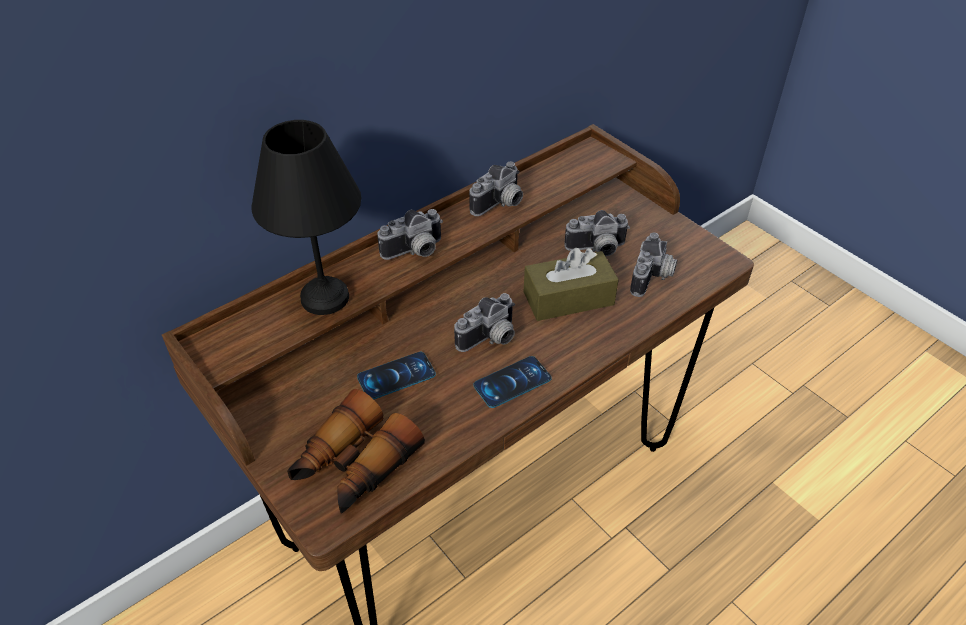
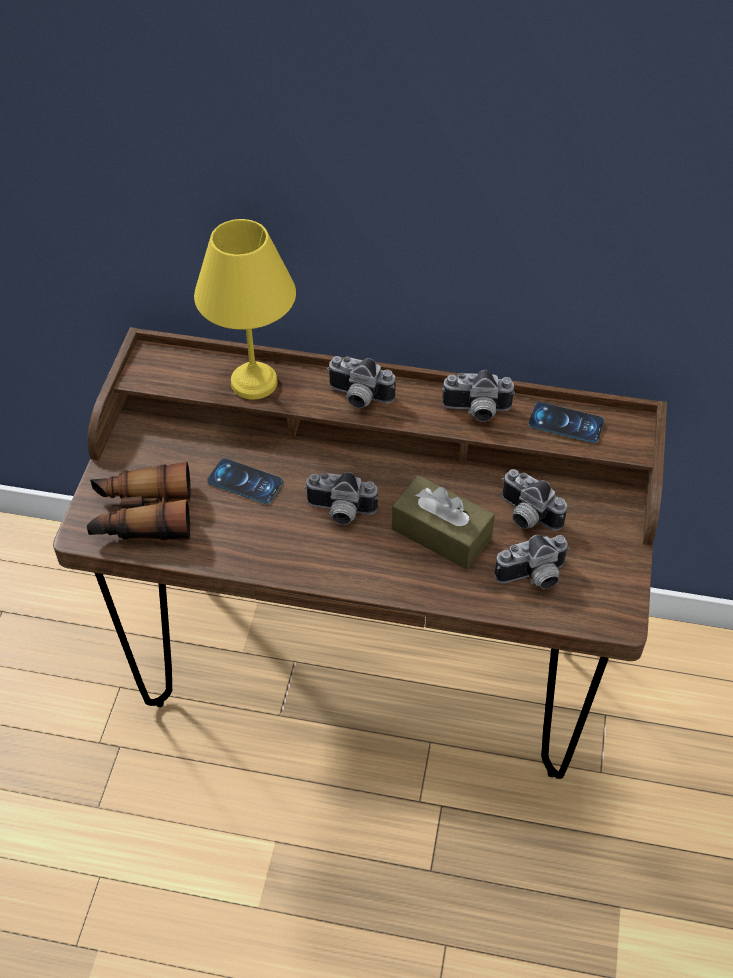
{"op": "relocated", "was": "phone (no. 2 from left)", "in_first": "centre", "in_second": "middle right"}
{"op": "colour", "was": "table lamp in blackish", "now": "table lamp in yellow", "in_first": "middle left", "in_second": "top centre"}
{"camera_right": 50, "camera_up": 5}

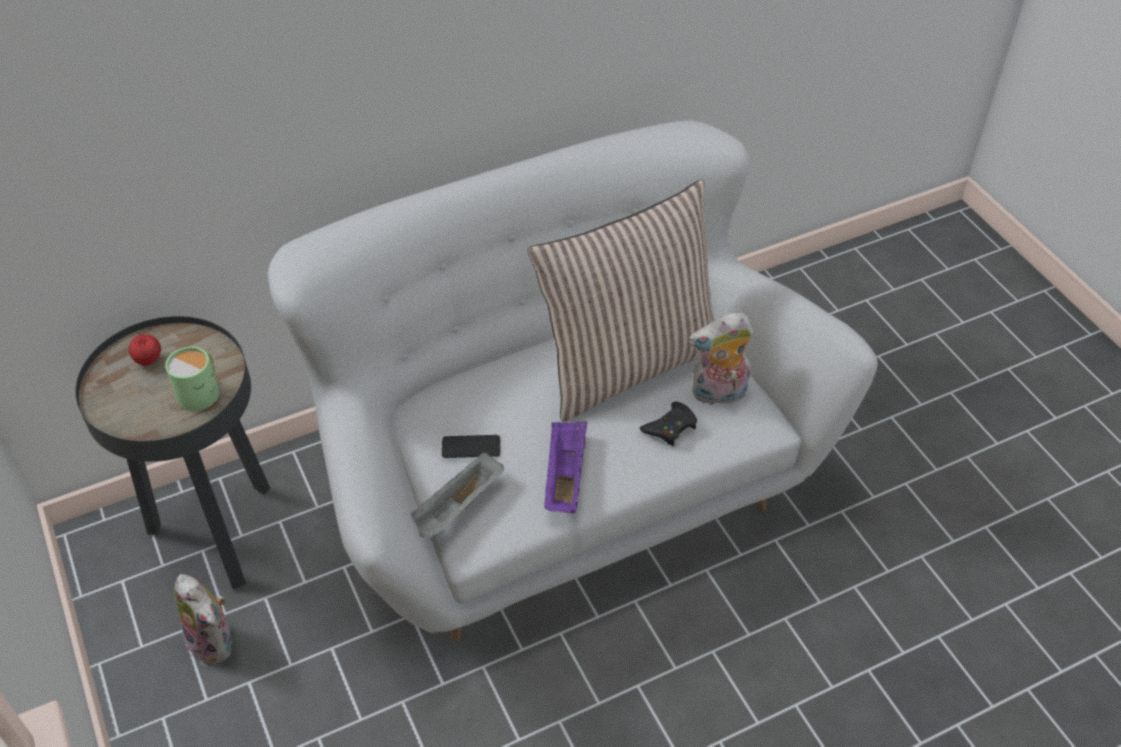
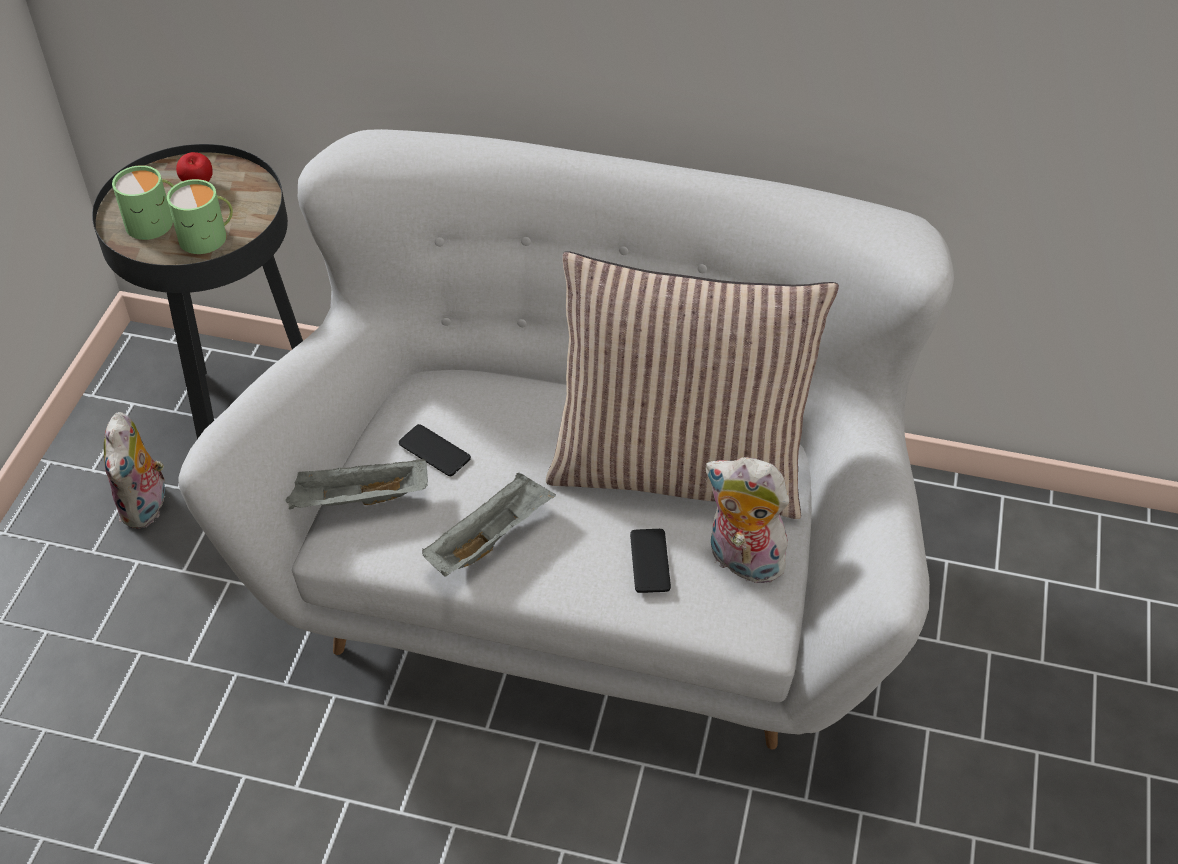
{"op": "appeared", "now": "coffee mug in greenish (no. 1 from left)", "in_second": "top left"}
{"op": "exchanged", "was": "gamepad in blackish", "now": "phone (no. 2 from left)", "in_first": "centre", "in_second": "centre"}
{"op": "colour", "was": "carrying tray in purple", "now": "carrying tray in gray (no. 2 from left)", "in_first": "centre", "in_second": "centre"}
{"camera_right": 40, "camera_up": 0}

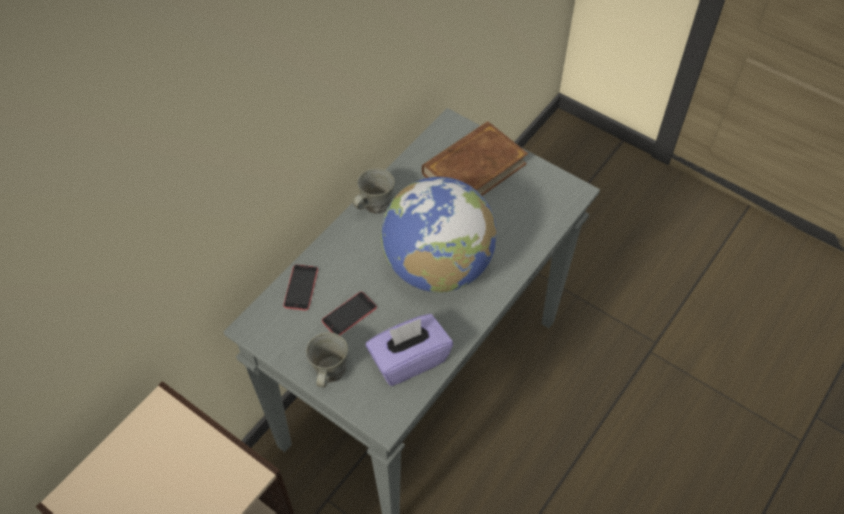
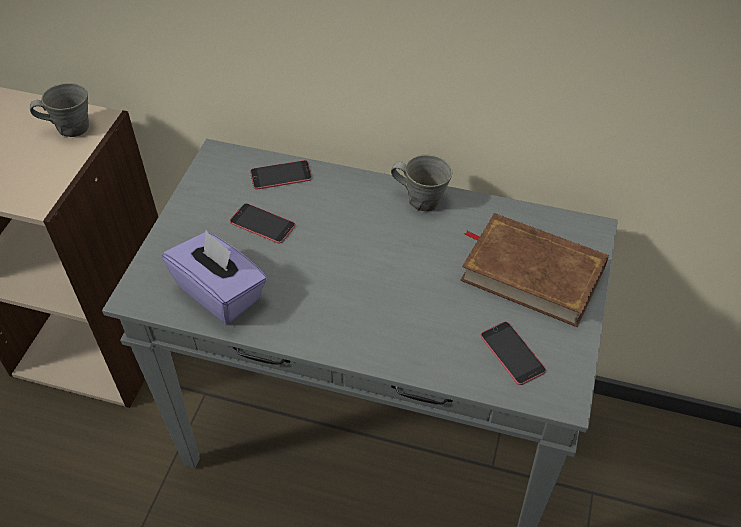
{"op": "missing", "was": "globe", "in_first": "centre"}
{"op": "appeared", "now": "phone (no. 3 from left)", "in_second": "bottom right"}
{"op": "relocated", "was": "coffee mug in gray (no. 1 from left)", "in_first": "bottom centre", "in_second": "top left"}
{"camera_right": 70, "camera_up": -5}

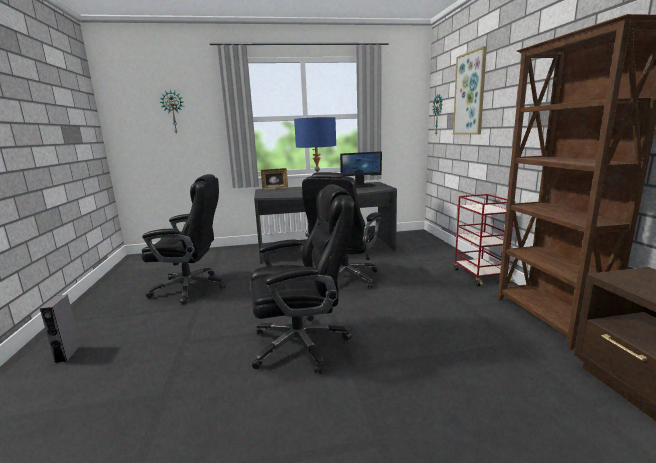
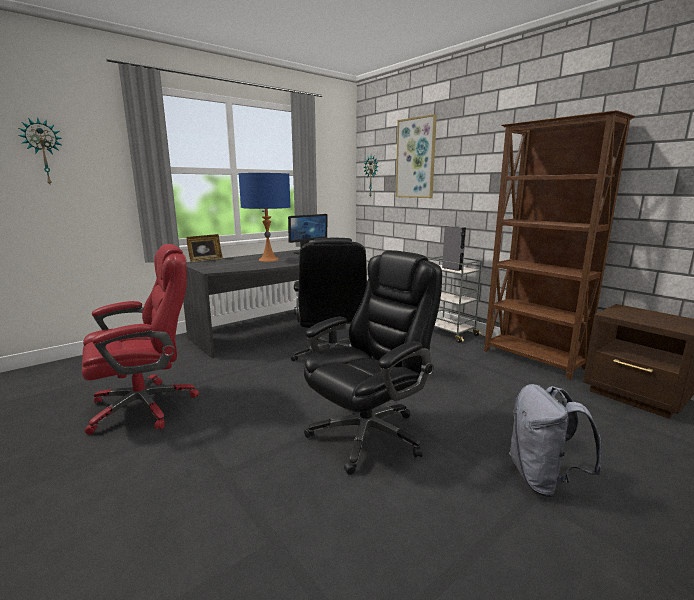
{"op": "appeared", "now": "knapsack in gray", "in_second": "bottom right"}
{"op": "relocated", "was": "speaker in gray", "in_first": "bottom left", "in_second": "centre"}
{"op": "colour", "was": "office chair in blackish (no. 1 from left)", "now": "office chair in red", "in_first": "middle left", "in_second": "middle left"}
{"op": "colour", "was": "wheeled cart in red", "now": "wheeled cart in gray", "in_first": "middle right", "in_second": "centre"}
{"camera_right": -30, "camera_up": 0}

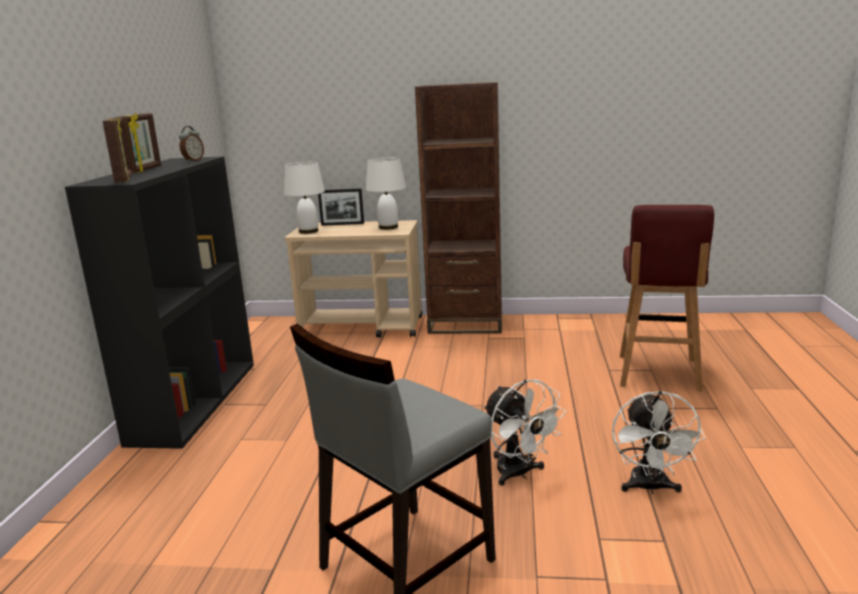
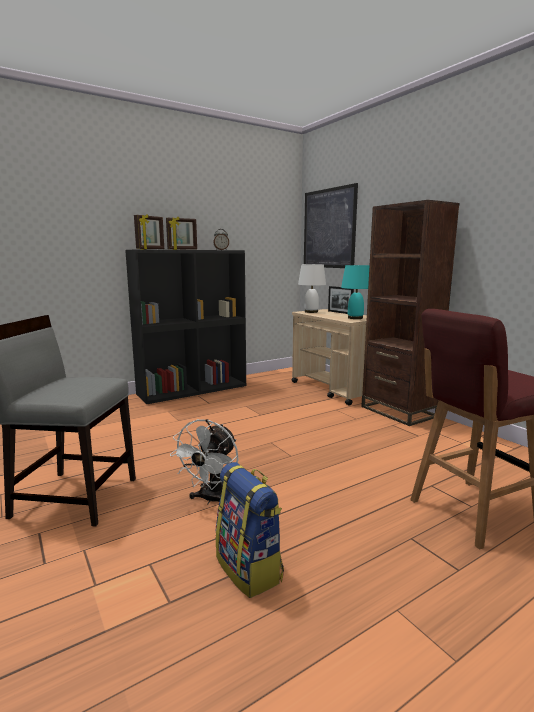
{"op": "appeared", "now": "picture", "in_second": "top centre"}
{"op": "exchanged", "was": "cooling fan in white (no. 2 from left)", "now": "knapsack", "in_first": "bottom right", "in_second": "bottom centre"}
{"op": "colour", "was": "table lamp in white (no. 2 from left)", "now": "table lamp in turquoise-coloured", "in_first": "top centre", "in_second": "centre"}
{"camera_right": 50, "camera_up": -5}

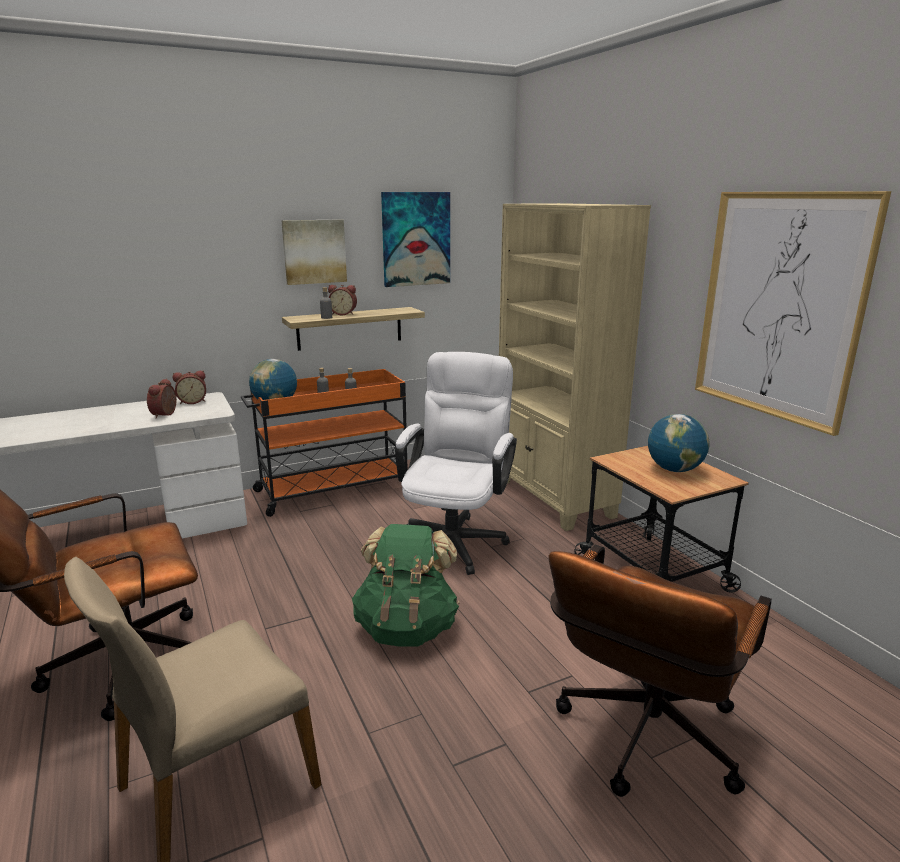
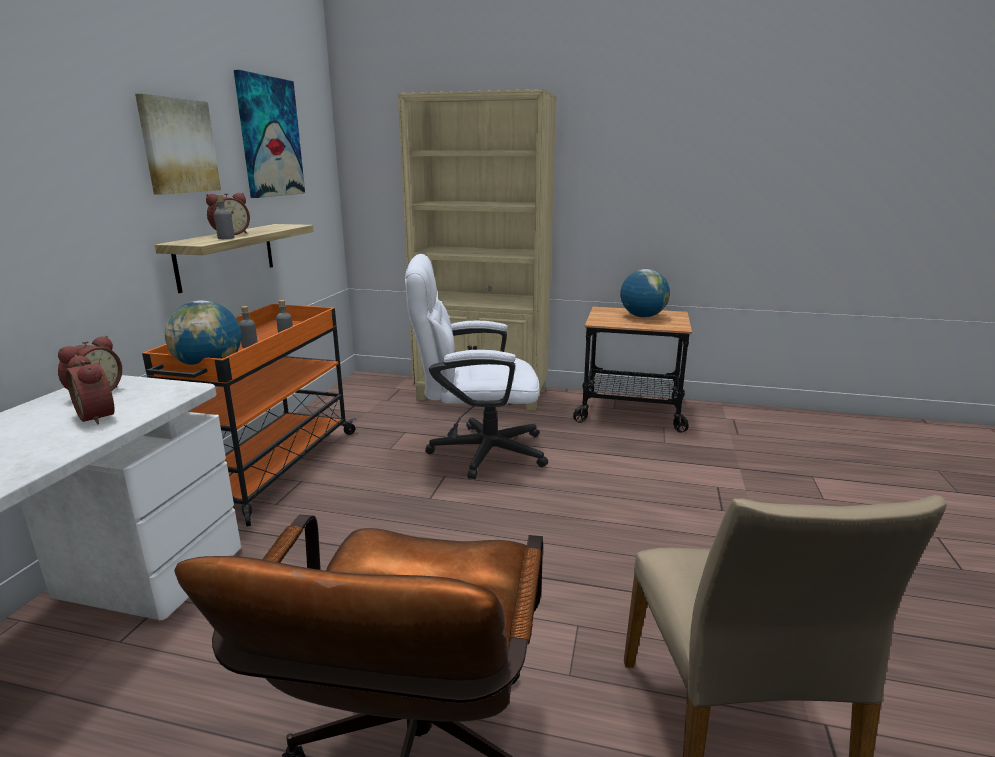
{"op": "missing", "was": "knapsack in greenish", "in_first": "bottom centre"}
{"op": "missing", "was": "office chair in brown (no. 2 from left)", "in_first": "bottom right"}
{"op": "missing", "was": "picture (no. 3 from left)", "in_first": "middle right"}
{"op": "spun", "was": "office chair in white", "in_first": "centre", "in_second": "centre", "clockwise": -60}
{"camera_right": -50, "camera_up": 0}

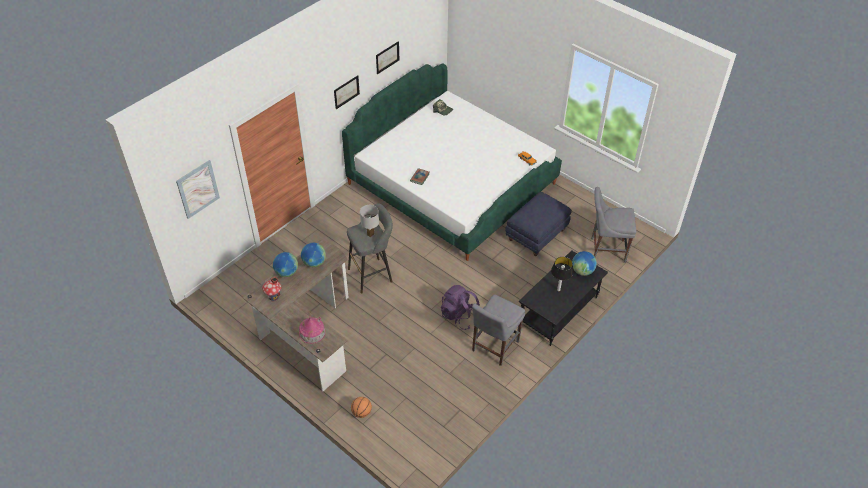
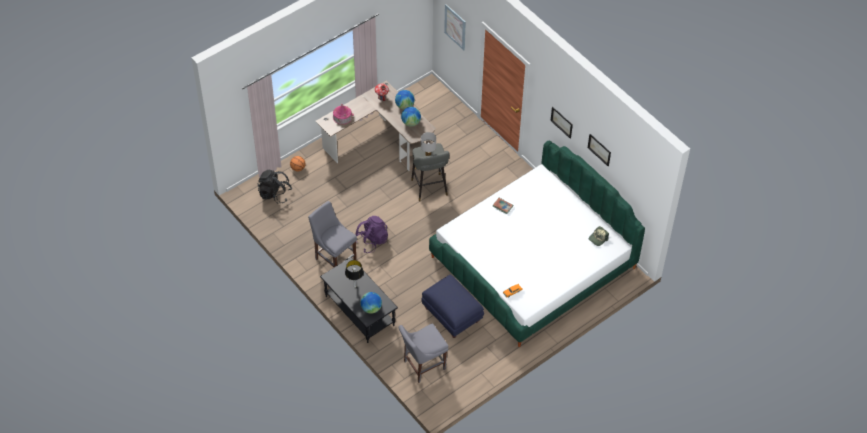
{"op": "appeared", "now": "knapsack in blackish", "in_second": "middle left"}
{"op": "spun", "was": "plain chair in gray (no. 2 from left)", "in_first": "middle right", "in_second": "bottom centre", "clockwise": -135}
{"camera_right": 100, "camera_up": 5}

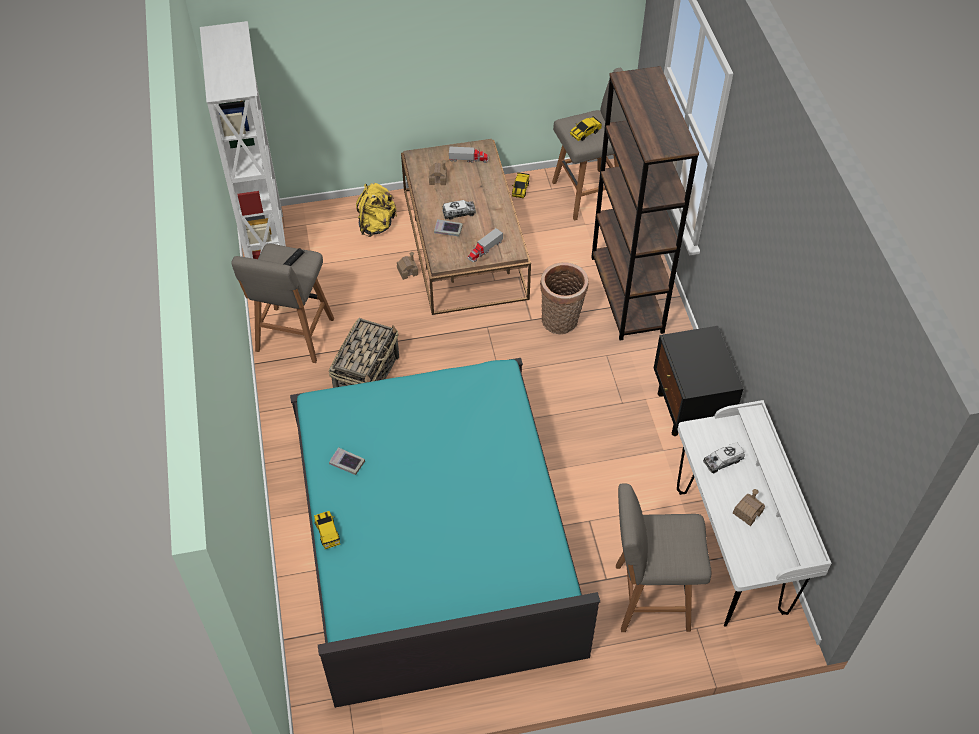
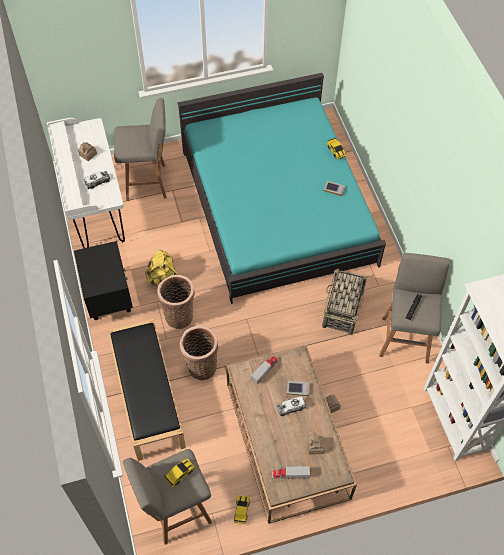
{"op": "appeared", "now": "basket (no. 1 from left)", "in_second": "centre"}
{"op": "relocated", "was": "knapsack in yellow", "in_first": "top centre", "in_second": "middle left"}
{"op": "exchanged", "was": "shelving unit in brown", "now": "long seat in blackish", "in_first": "top centre", "in_second": "bottom left"}
{"camera_right": 175, "camera_up": 5}

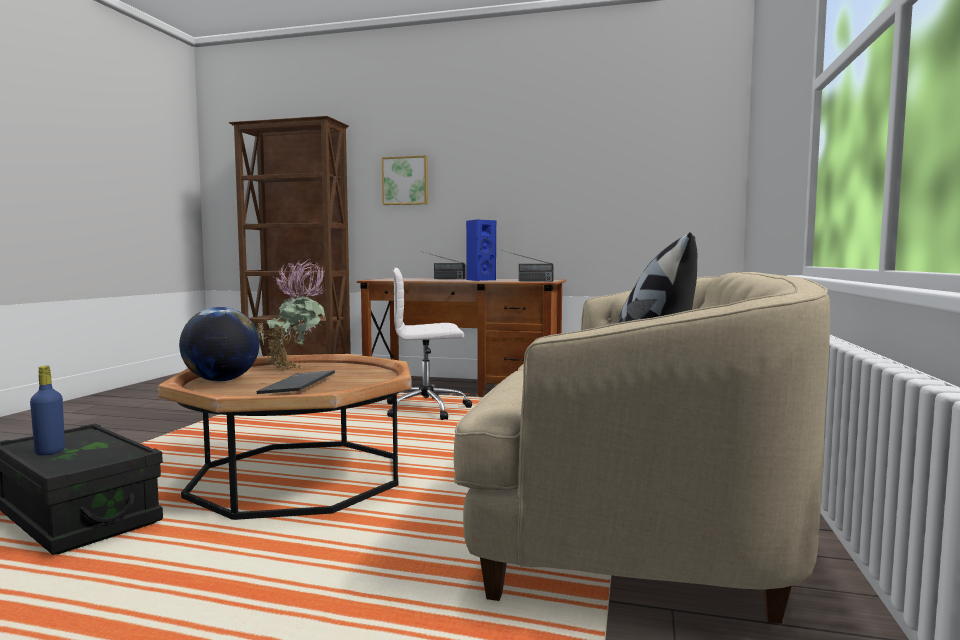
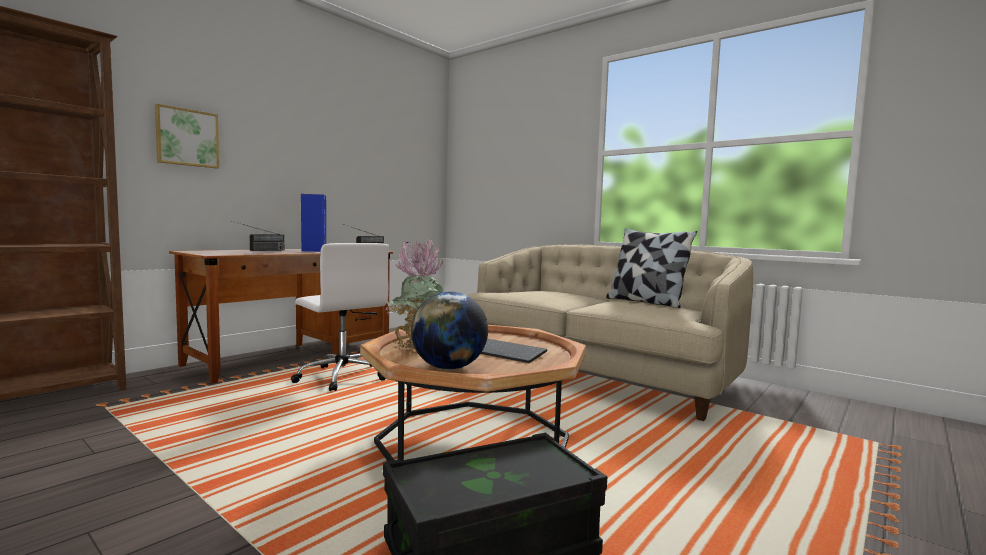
{"op": "missing", "was": "drink bottle in blue-coloured", "in_first": "middle left"}
{"op": "spun", "was": "office chair in white", "in_first": "centre", "in_second": "centre", "clockwise": -60}
{"camera_right": -65, "camera_up": 0}

